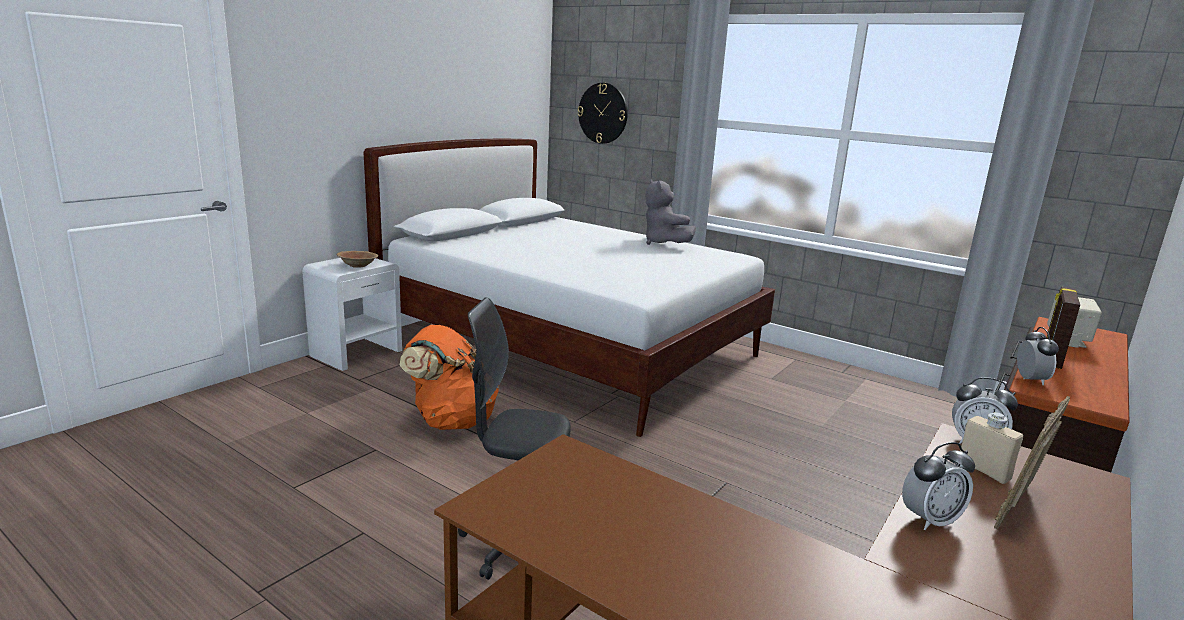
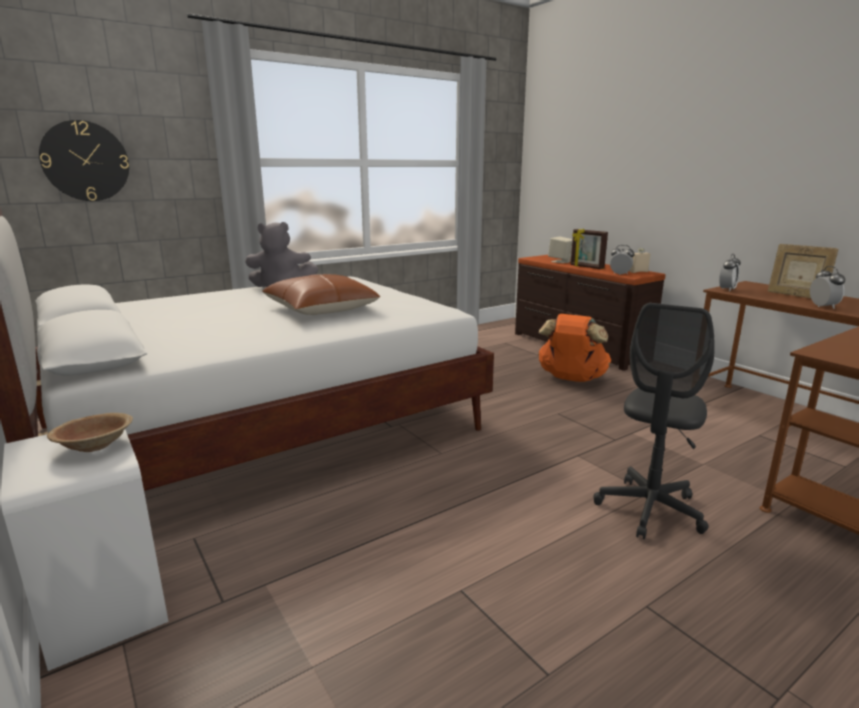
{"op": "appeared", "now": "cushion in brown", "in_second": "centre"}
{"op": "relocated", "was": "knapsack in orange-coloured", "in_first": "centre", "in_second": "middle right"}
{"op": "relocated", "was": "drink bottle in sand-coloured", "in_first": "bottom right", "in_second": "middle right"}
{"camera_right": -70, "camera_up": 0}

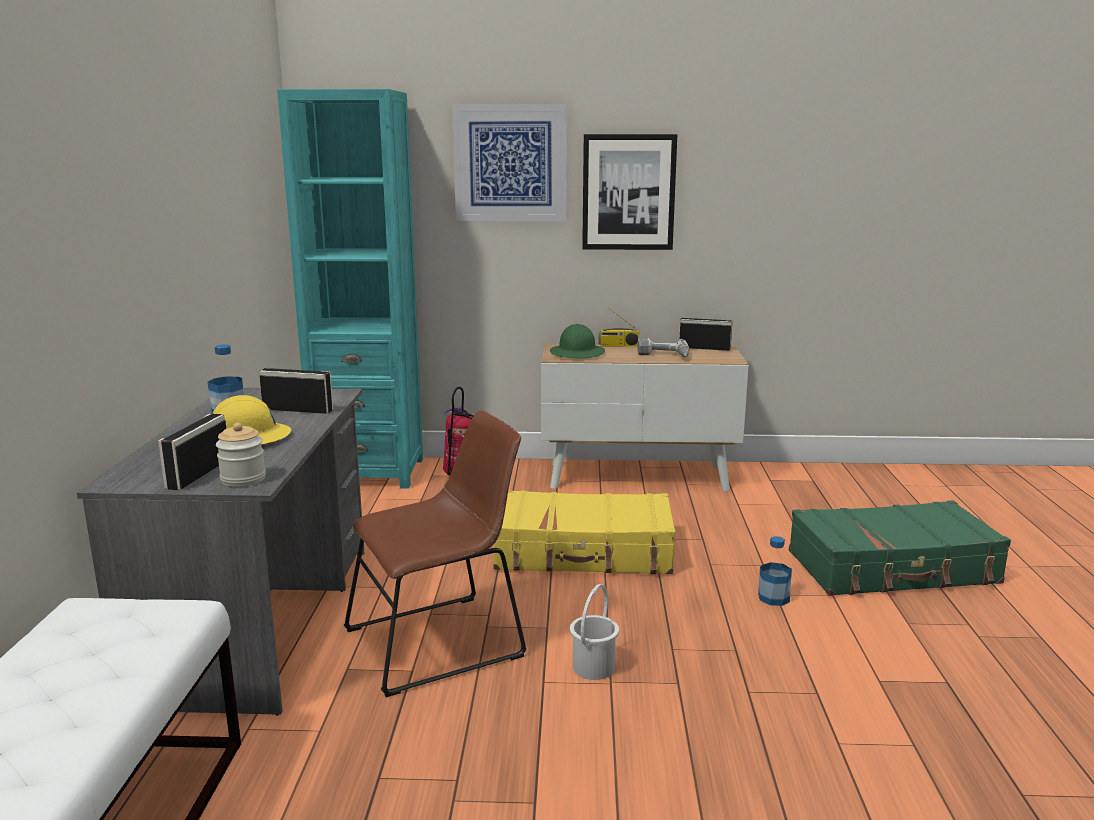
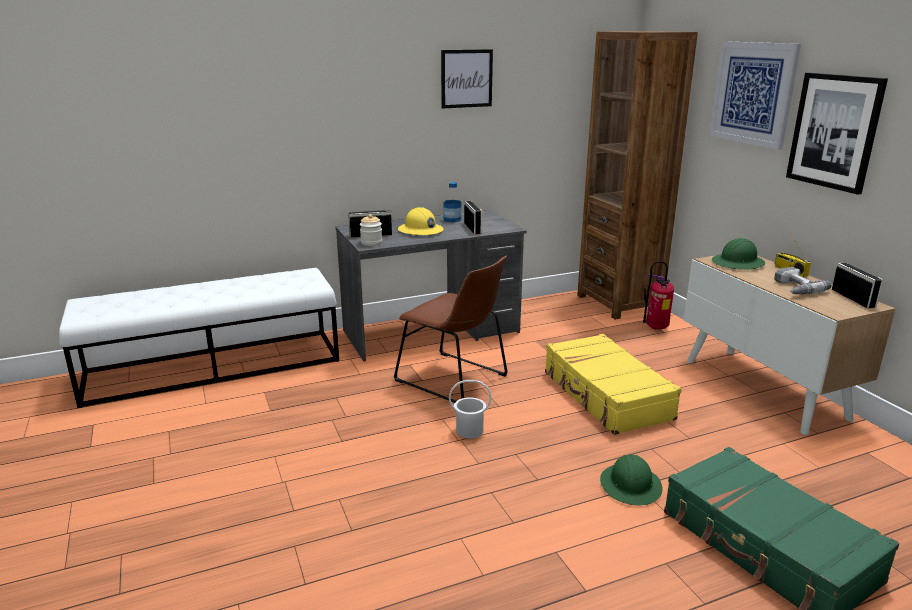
{"op": "appeared", "now": "picture (no. 1 from left)", "in_second": "top centre"}
{"op": "exchanged", "was": "drink bottle (no. 2 from left)", "now": "work helmet in greenish (no. 1 from left)", "in_first": "bottom right", "in_second": "bottom right"}
{"op": "colour", "was": "shelving unit in turquoise-coloured", "now": "shelving unit in brown", "in_first": "middle left", "in_second": "top right"}
{"camera_right": 65, "camera_up": 5}

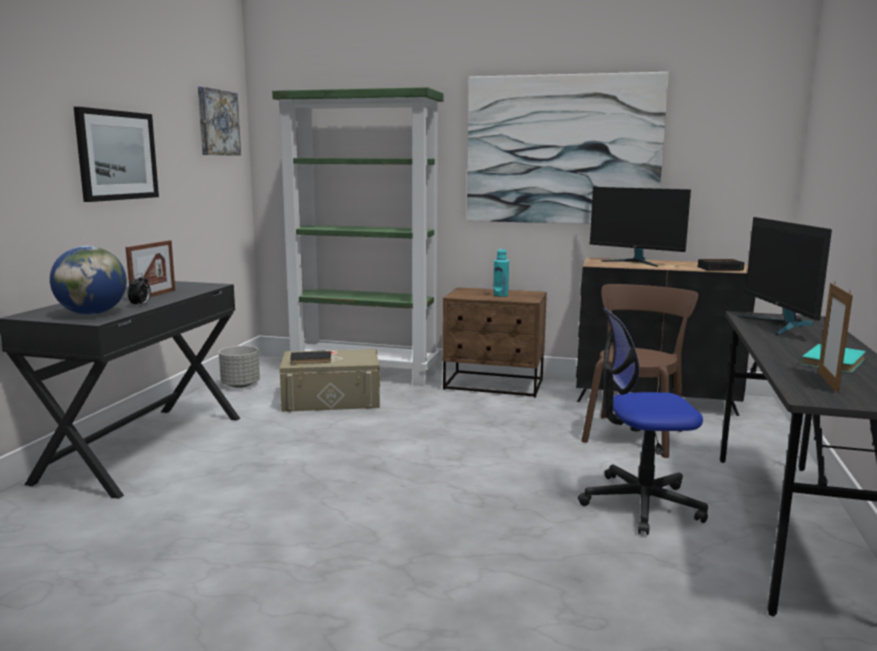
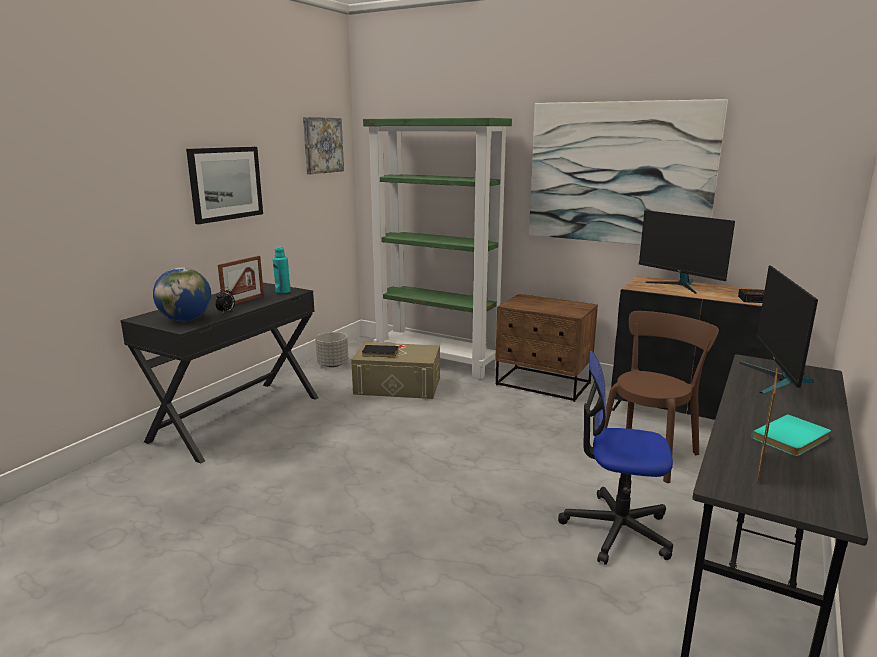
{"op": "relocated", "was": "drink bottle in turquoise-coloured", "in_first": "centre", "in_second": "middle left"}
{"camera_right": 15, "camera_up": 5}

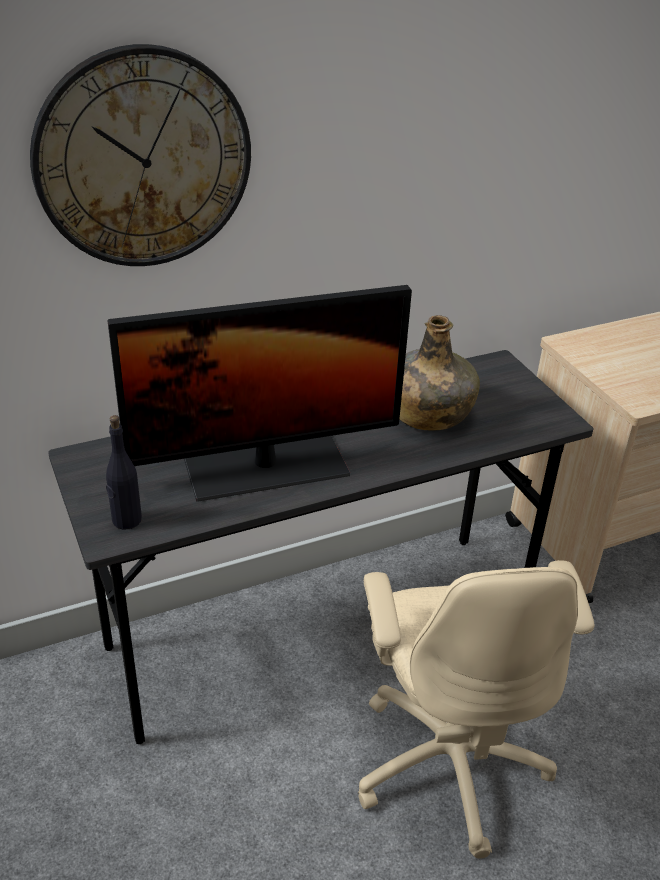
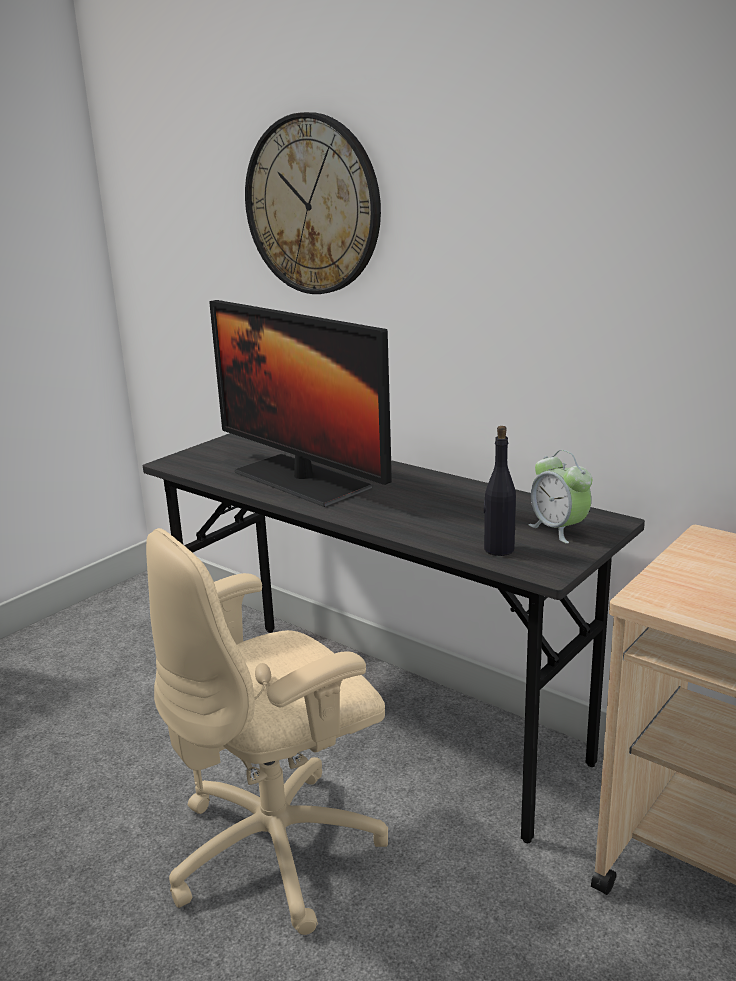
{"op": "missing", "was": "drink bottle in greenish", "in_first": "centre"}
{"op": "appeared", "now": "bedside clock", "in_second": "middle right"}
{"op": "relocated", "was": "drink bottle in blackish", "in_first": "middle left", "in_second": "middle right"}
{"camera_right": 65, "camera_up": -15}

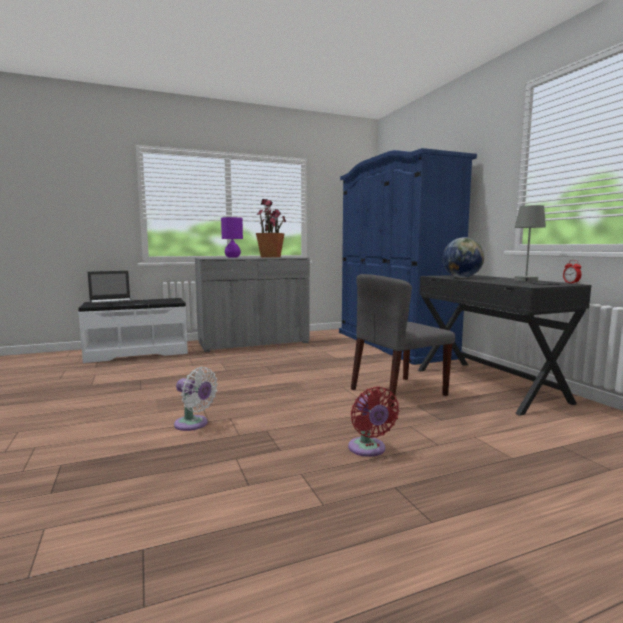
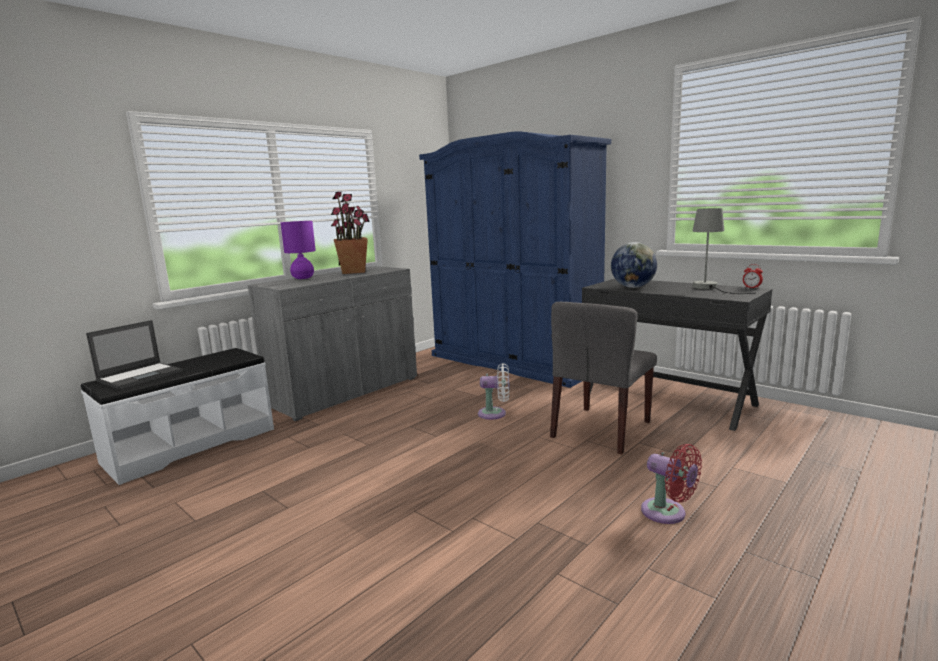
{"op": "relocated", "was": "cooling fan in white", "in_first": "middle left", "in_second": "centre"}
{"camera_right": -25, "camera_up": 5}

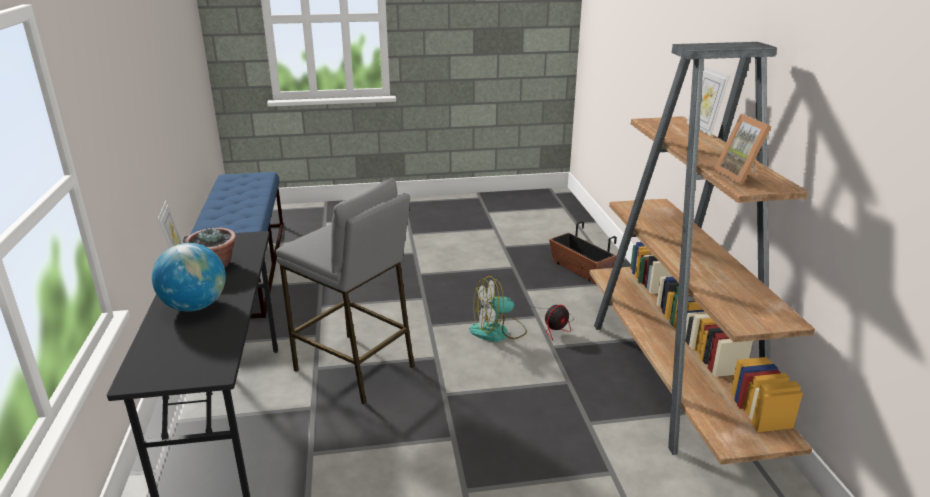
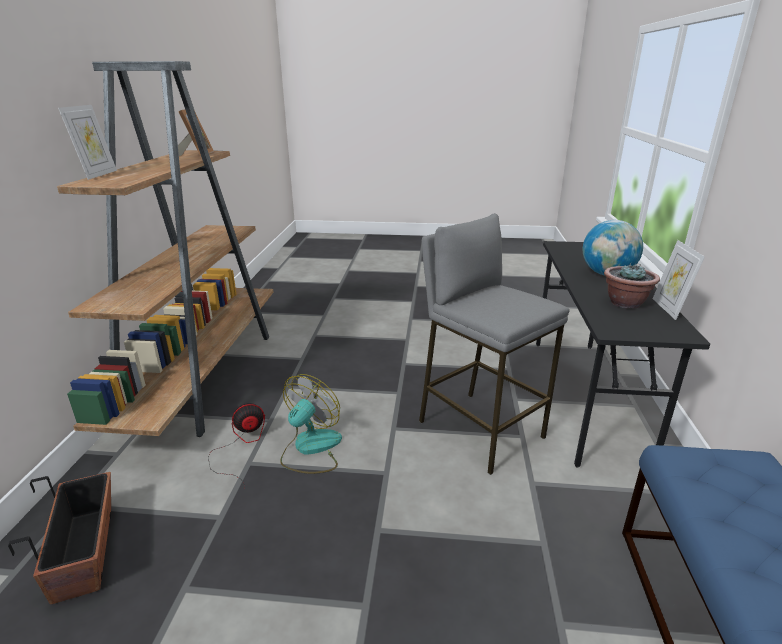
{"op": "spun", "was": "cooling fan (no. 1 from left in the first image)", "in_first": "centre", "in_second": "centre", "clockwise": -60}
{"camera_right": -165, "camera_up": 0}

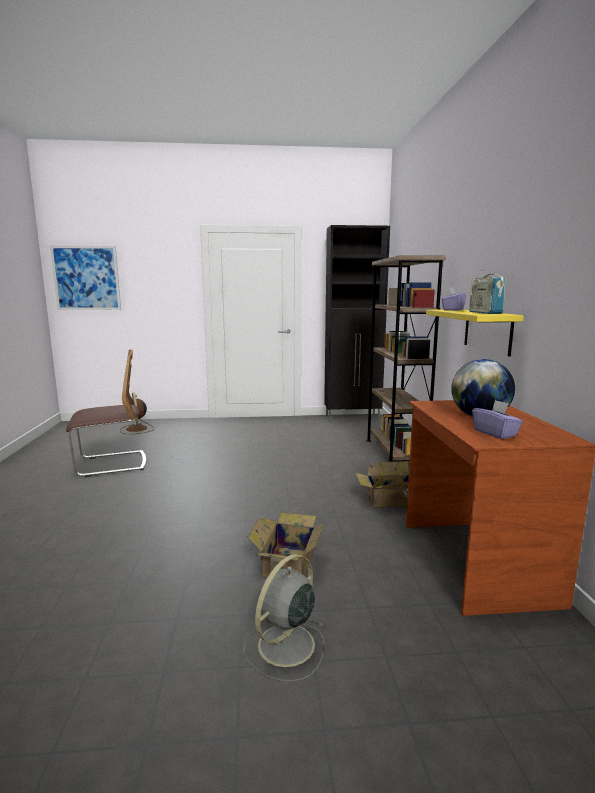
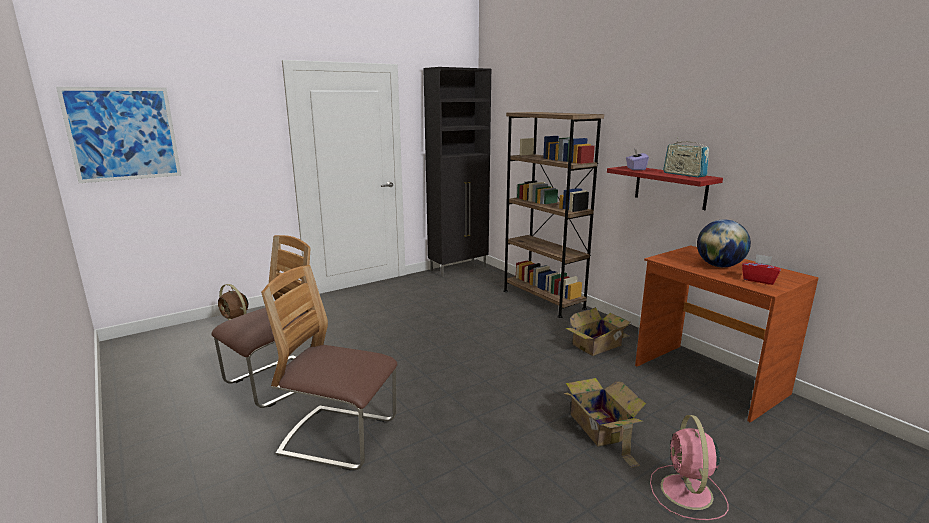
{"op": "appeared", "now": "plain chair (no. 2 from left)", "in_second": "bottom centre"}
{"op": "colour", "was": "cooling fan in gray", "now": "cooling fan in pink", "in_first": "bottom centre", "in_second": "bottom right"}
{"op": "colour", "was": "shelf in yellow", "now": "shelf in red", "in_first": "middle right", "in_second": "middle right"}
{"op": "colour", "was": "tissue box in purple (no. 2 from left)", "now": "tissue box in red", "in_first": "middle right", "in_second": "middle right"}
{"camera_right": -30, "camera_up": 5}

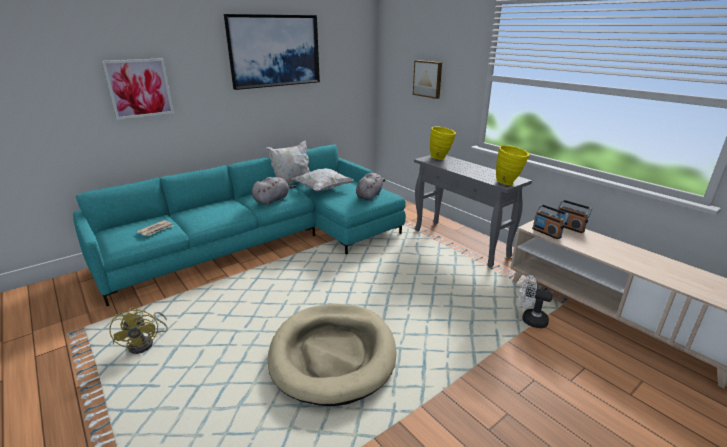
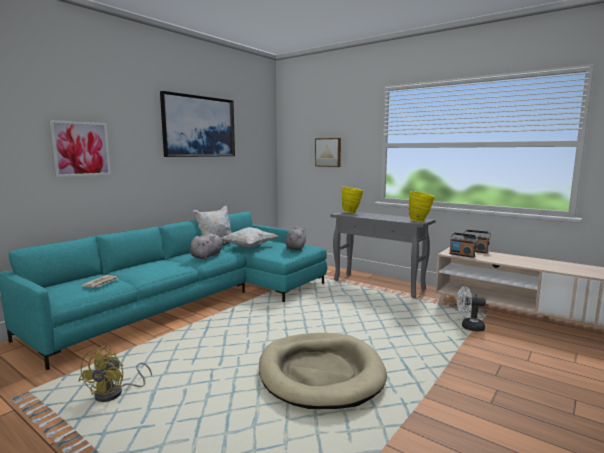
{"op": "spun", "was": "cooling fan in yellow", "in_first": "bottom left", "in_second": "bottom left", "clockwise": 45}
{"camera_right": -15, "camera_up": -15}

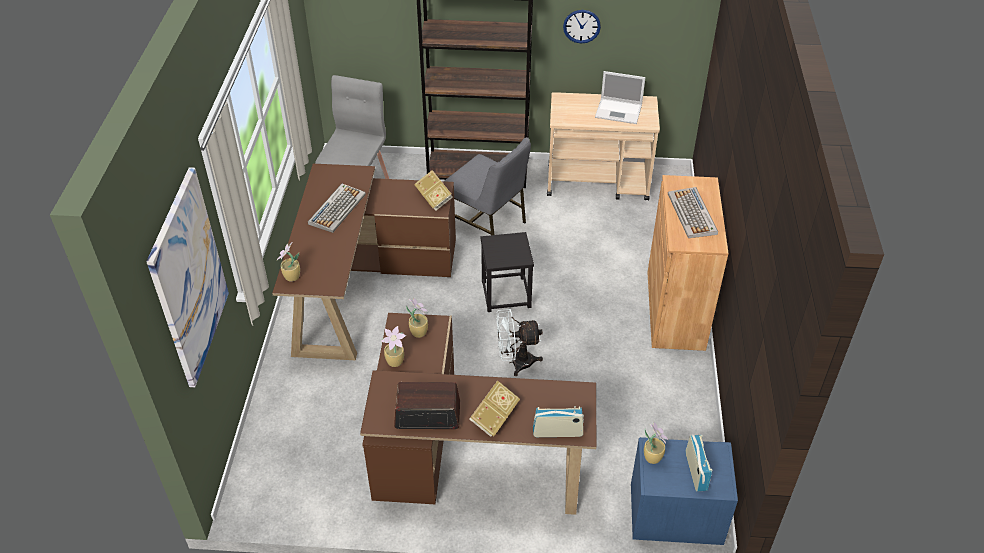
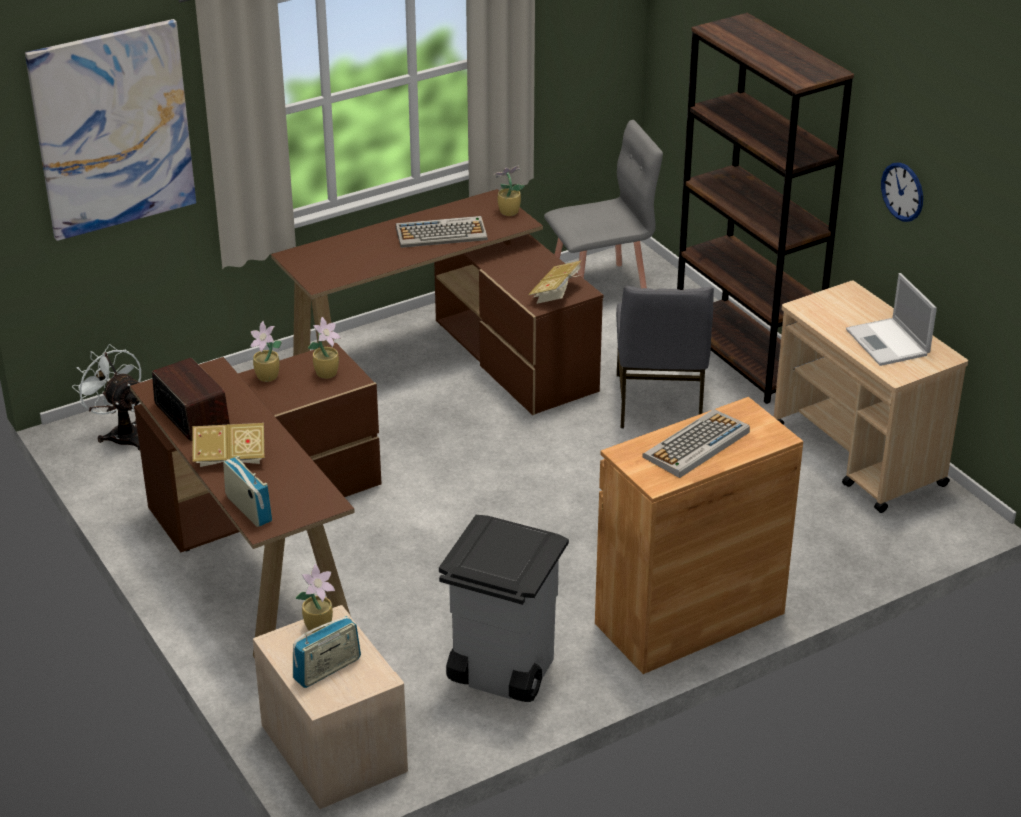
{"op": "missing", "was": "sitting stool in blackish", "in_first": "centre"}
{"op": "appeared", "now": "trash can in gray", "in_second": "bottom centre"}
{"op": "relocated", "was": "potted plant (no. 1 from left in the first image)", "now": "potted plant (no. 4 from left)", "in_first": "middle left", "in_second": "top centre"}
{"op": "relocated", "was": "cooling fan in white", "in_first": "centre", "in_second": "middle left"}
{"op": "colour", "was": "nightstand in blue-coloured", "now": "nightstand in sand-coloured", "in_first": "bottom right", "in_second": "bottom left"}
{"camera_right": 55, "camera_up": -10}

